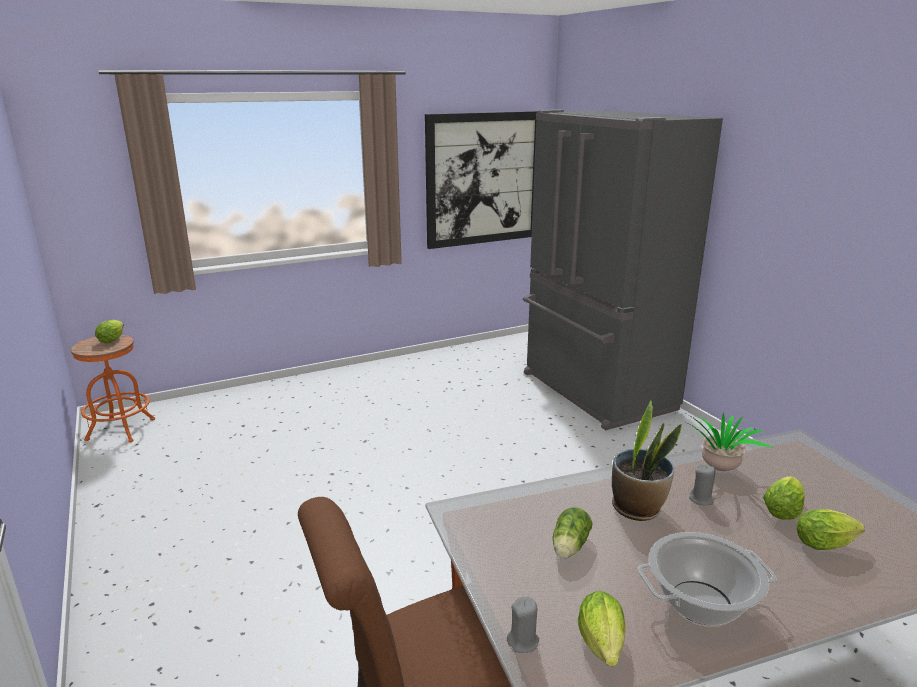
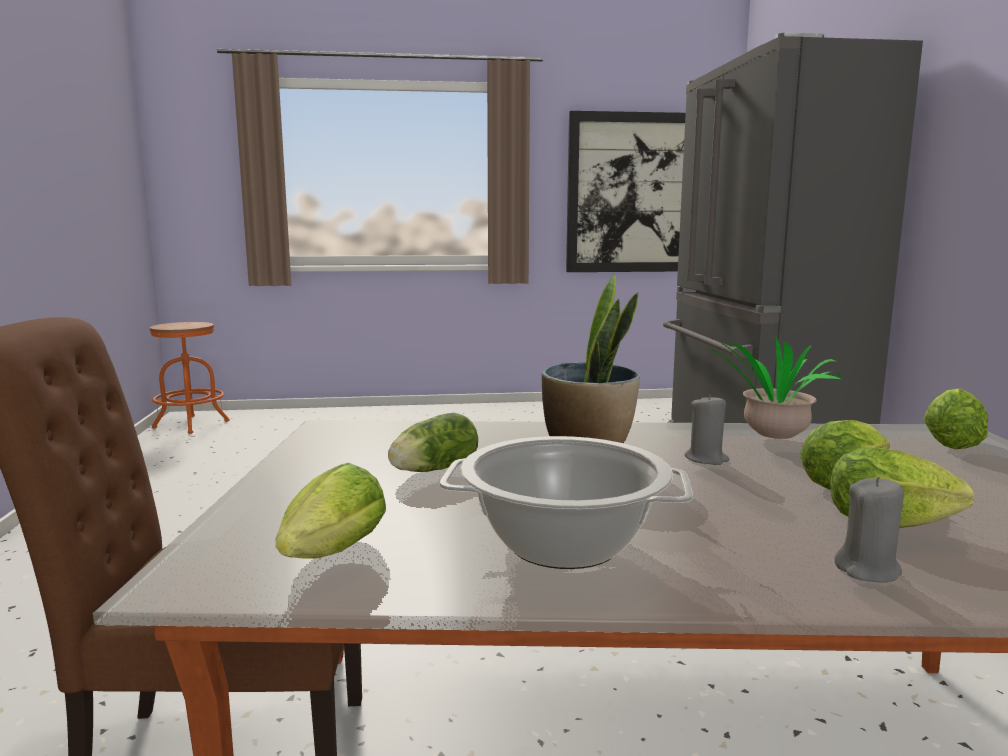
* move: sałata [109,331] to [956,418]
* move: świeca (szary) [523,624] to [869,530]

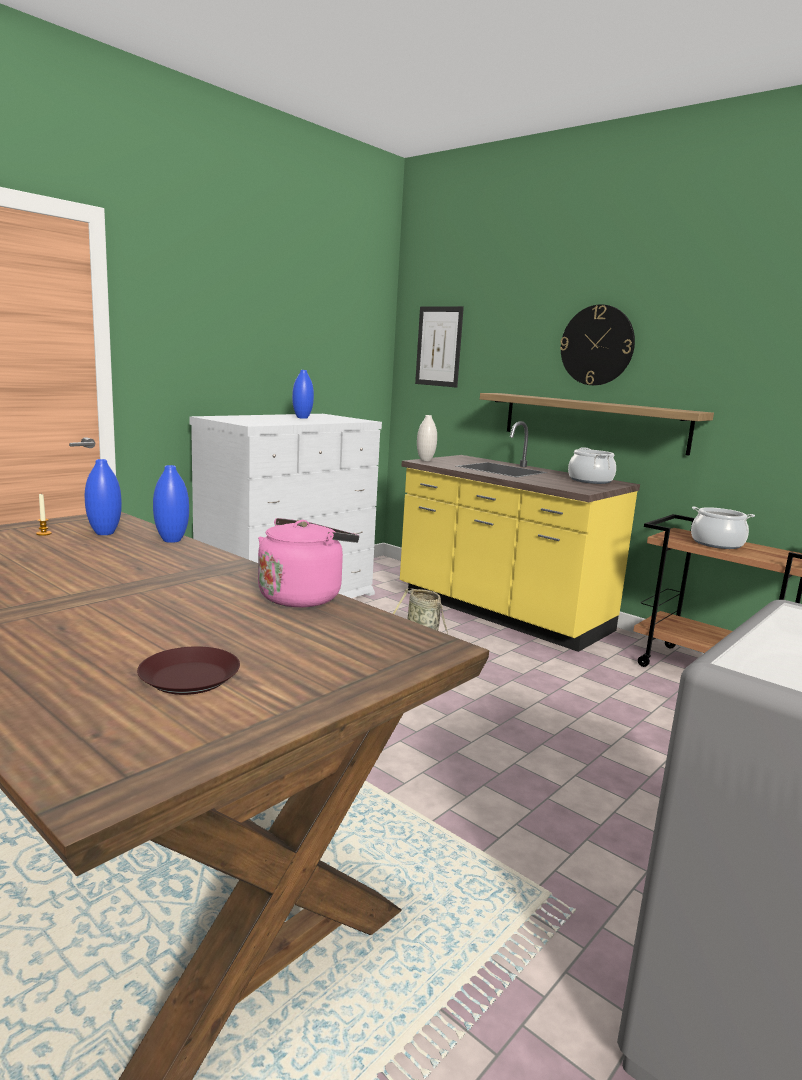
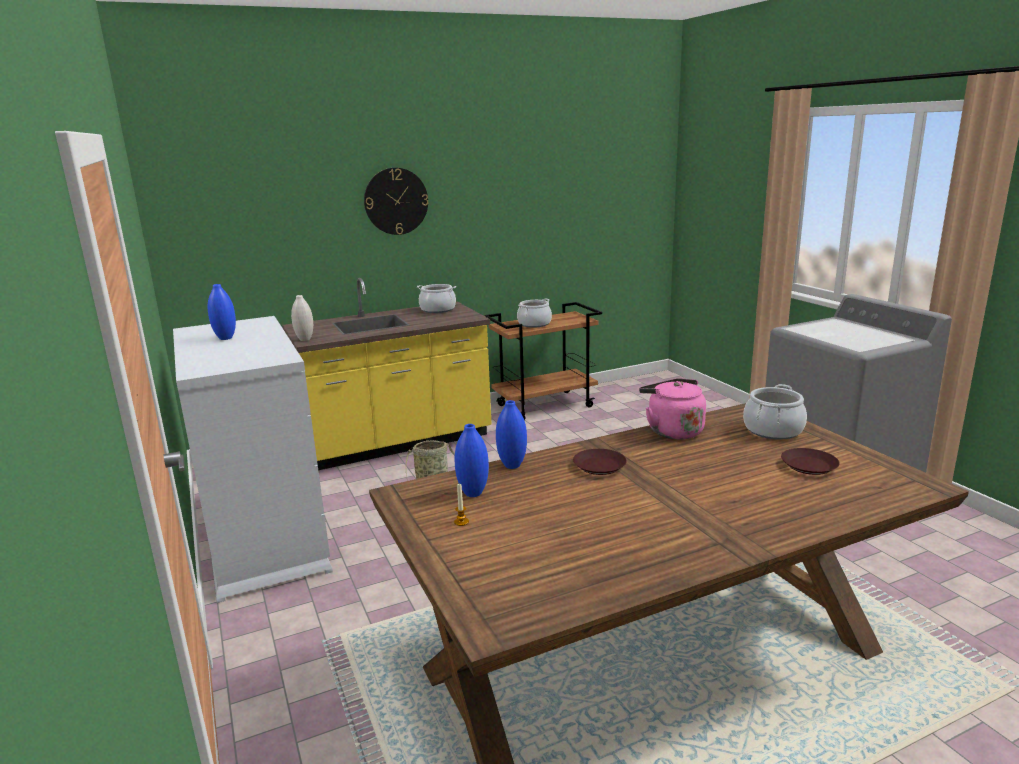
* delete: obraz [439,347]
* delete: półka [597,424]
* insert: talerz (brązowy) [600,462]
* insert: garnek [775,412]

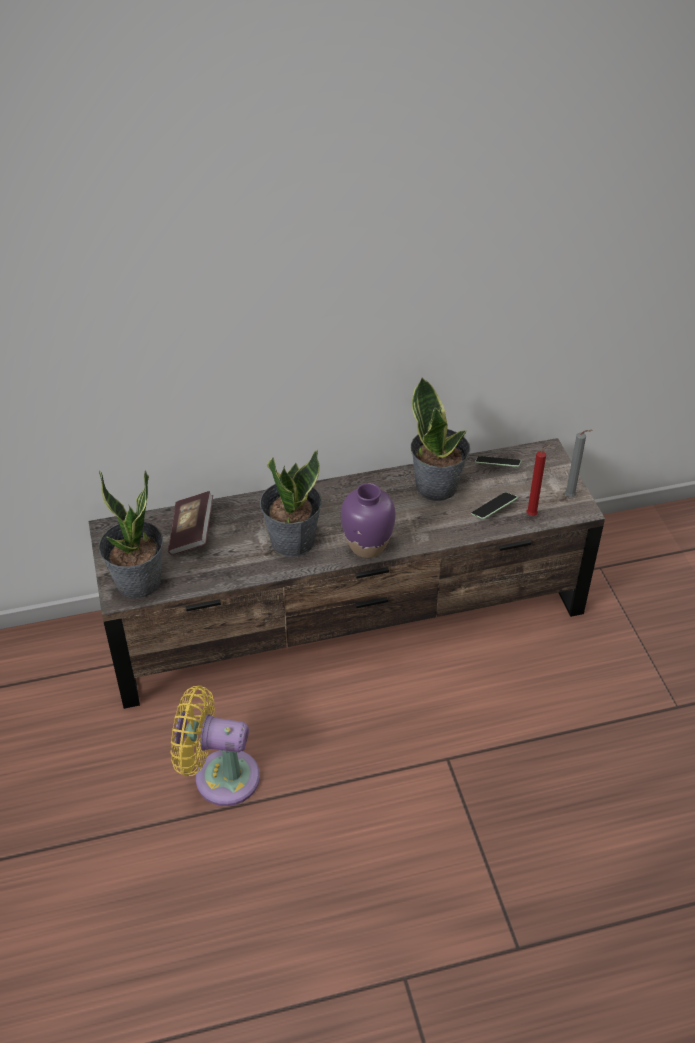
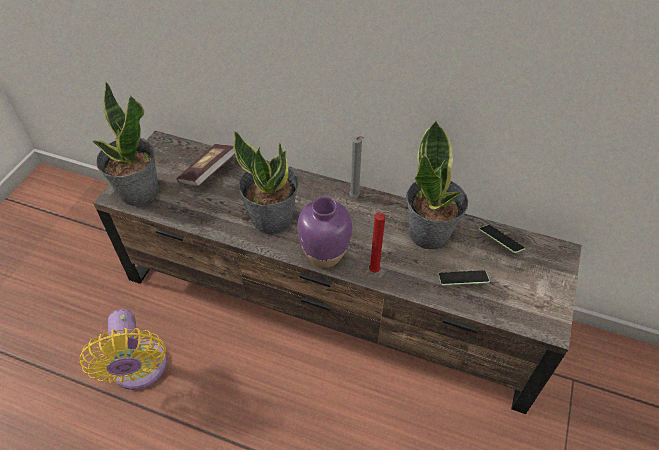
* rotate: wentylator (żółty) [215,745] = [123,349] 150 degrees counterclockwise
* move: świeca (czerwony) [539,480] to [380,242]
* move: świeca (szary) [579,463] to [356,166]

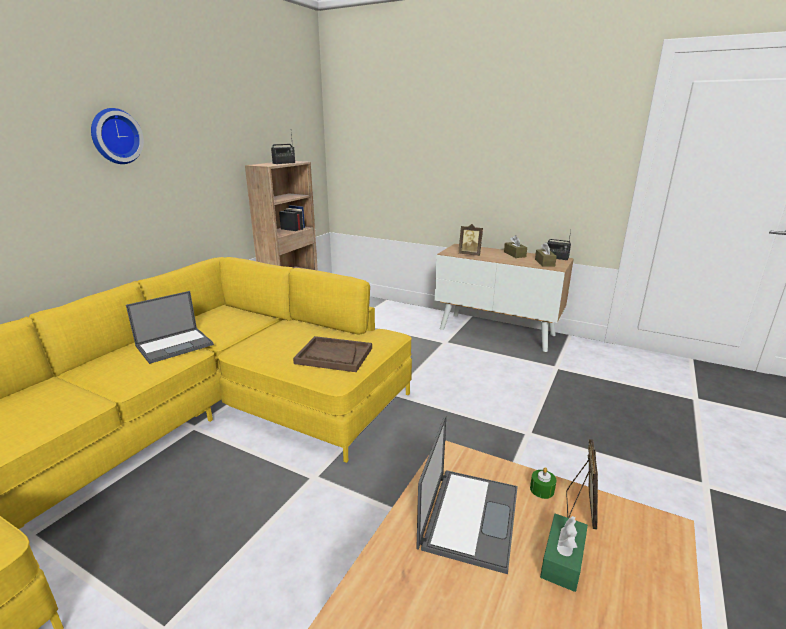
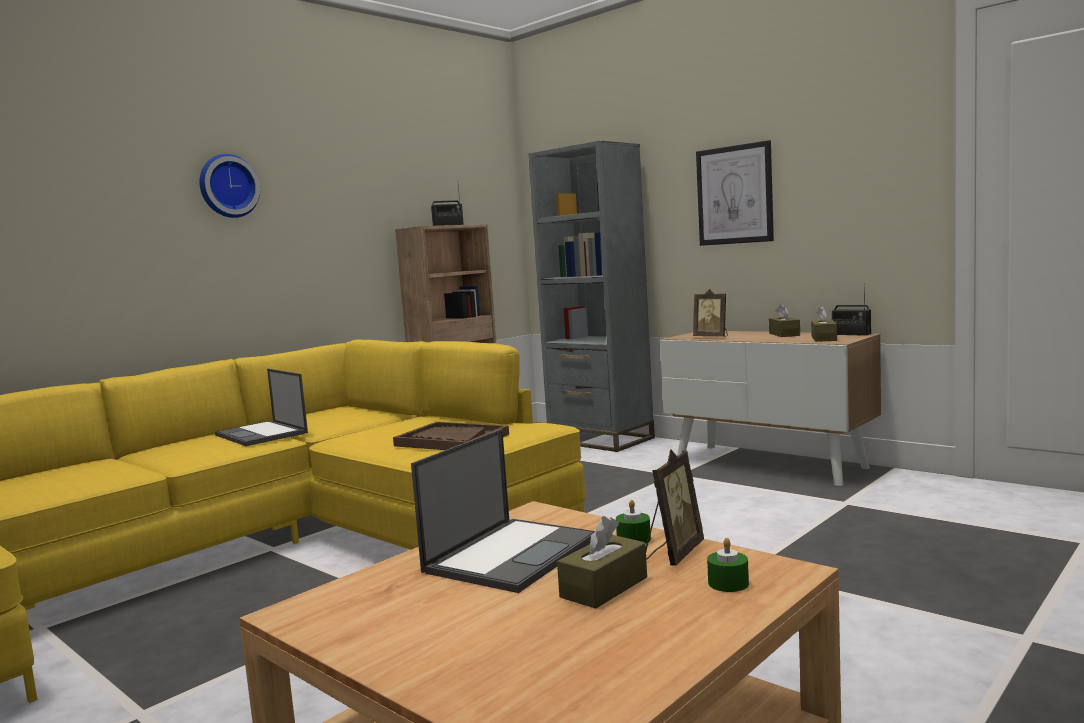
* rotate: laptop [170,327] = [261,407] 75 degrees clockwise
* recolor: pudełko chusteczek (zielony) [564,553] to pudełko chusteczek (brązowy) [602,562]
* insert: regał (szary) [591,296]
* insert: obraz [735,193]
* insert: świeca (zielony) [728,565]

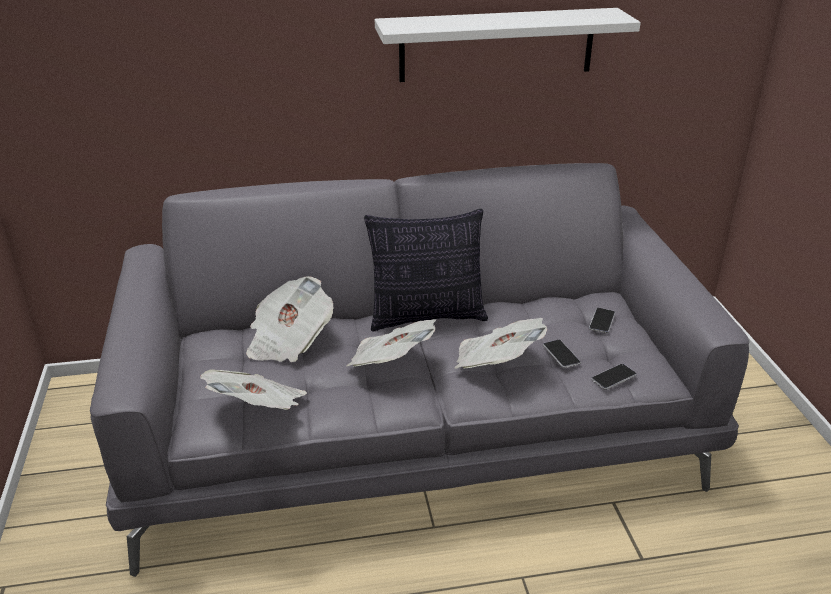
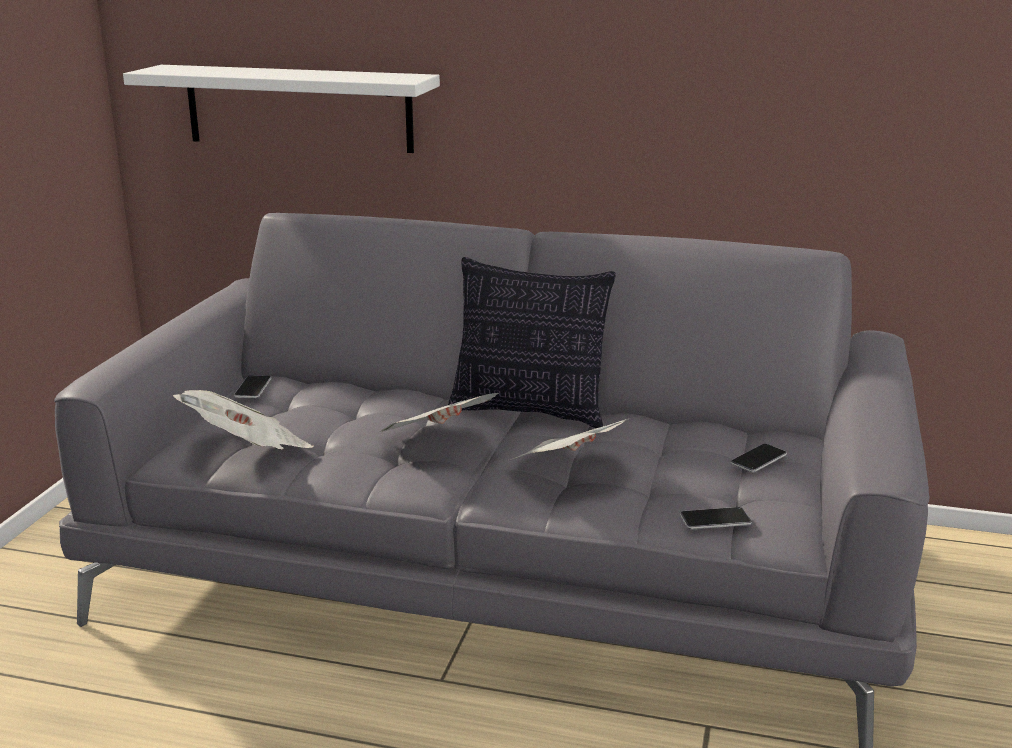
* delete: gazeta [289,319]
* move: półka (biały) [508,45] to [281,109]
* move: telefon [562,354] to [253,386]

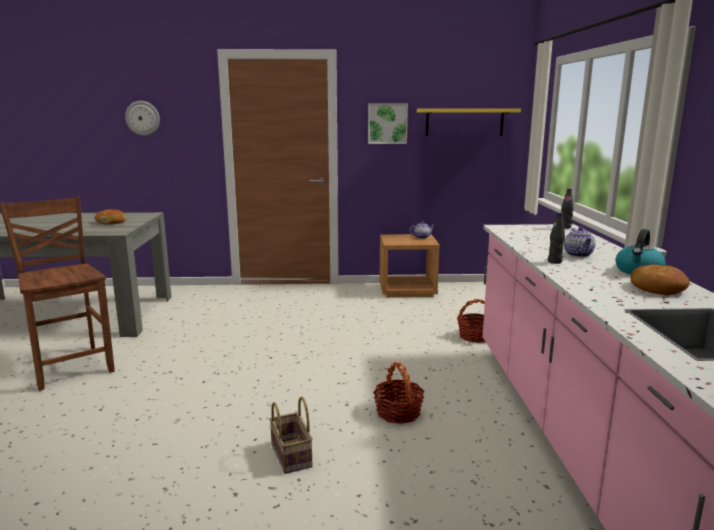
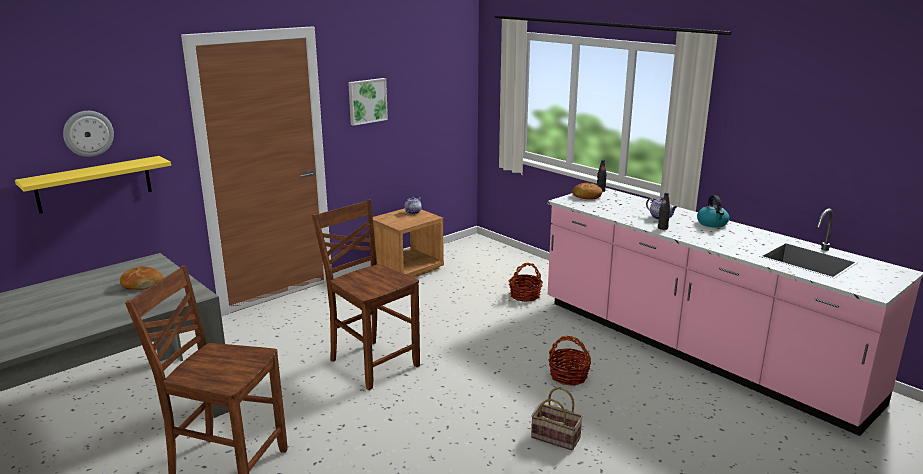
* move: półka (żółty) [469,122] to [93,185]
* move: chleb [660,279] to [587,191]
* insert: krzesło (brązowy) [366,295]

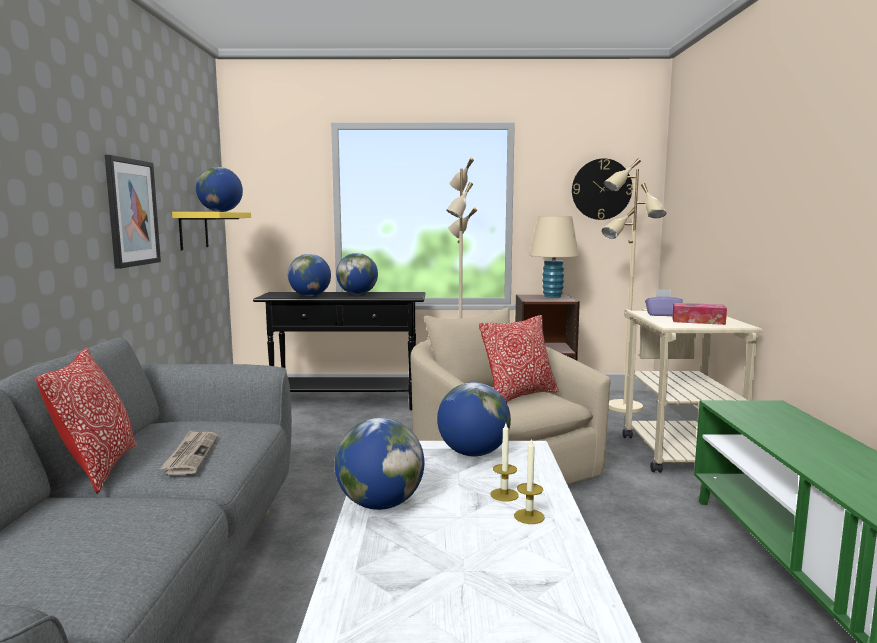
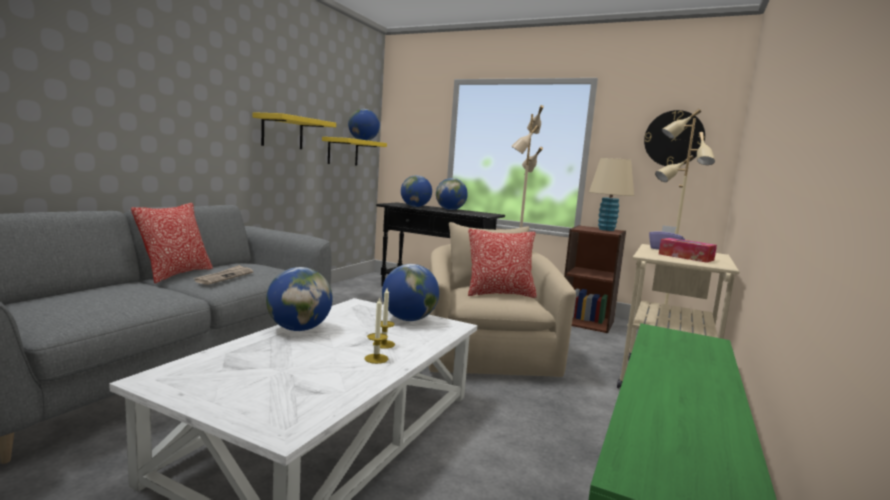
* replace: obraz [133,212] to półka (żółty) [294,130]

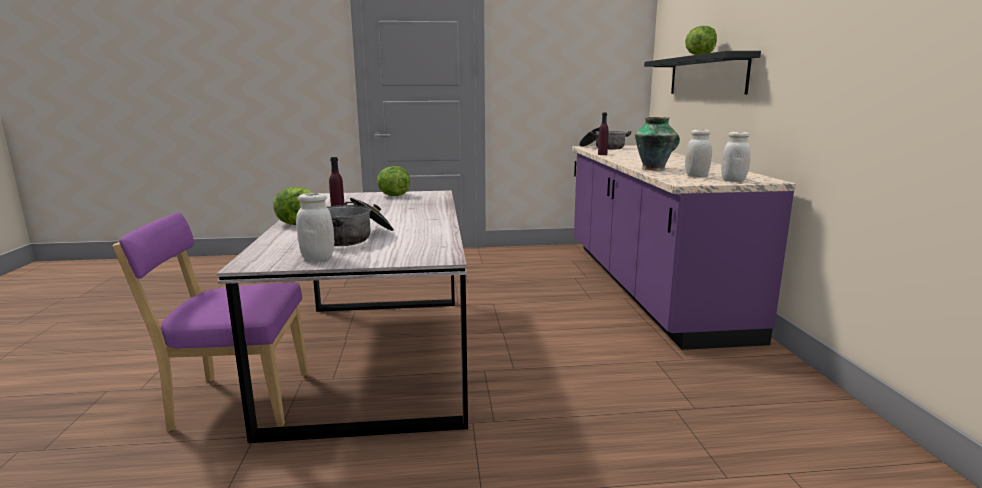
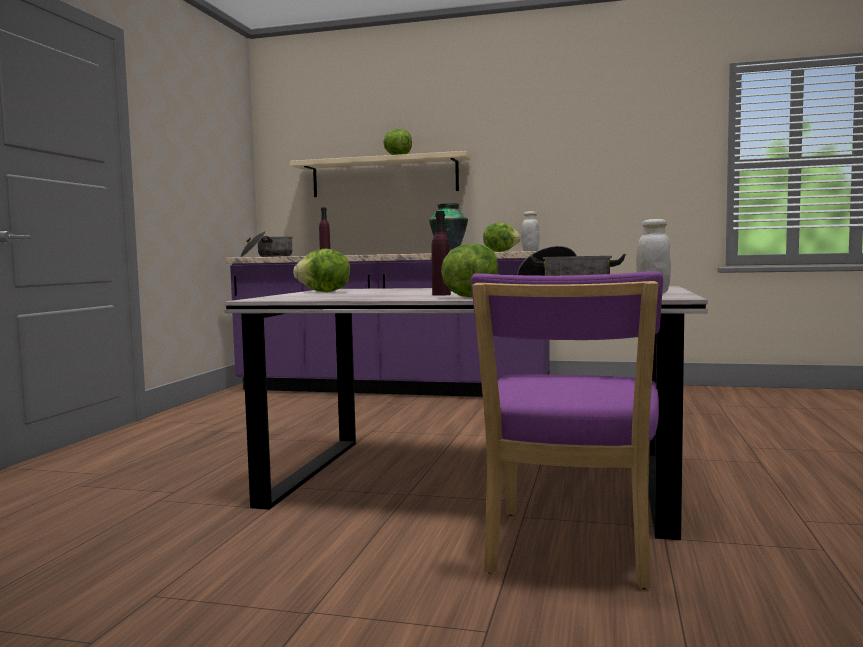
* recolor: półka (czarny) [702,73] to półka (beżowy) [380,174]
* replace: słoik (biały) [698,153] to sałata [502,237]

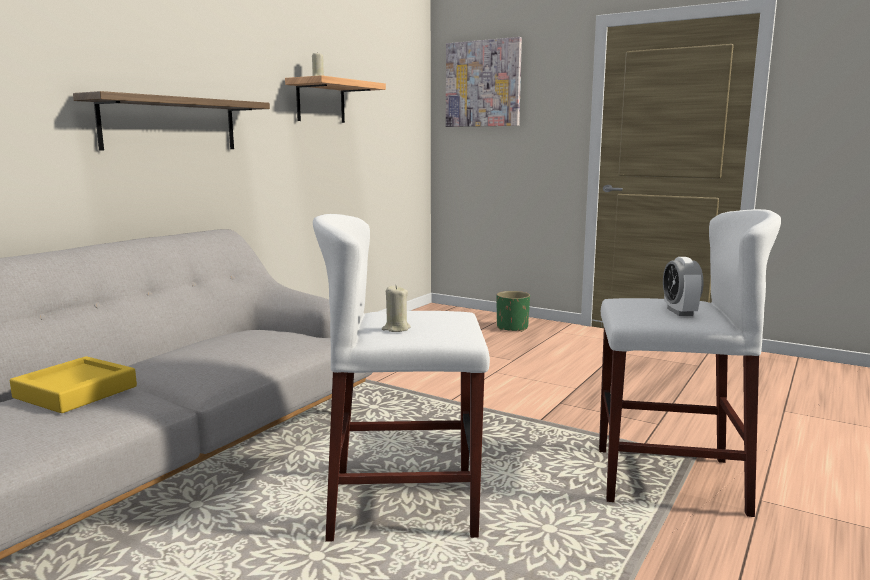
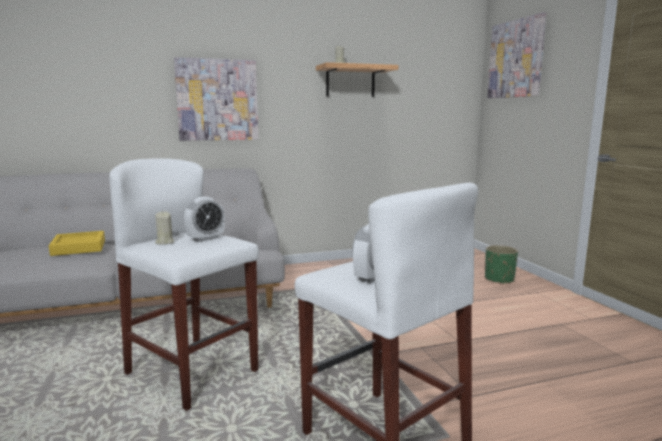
* replace: półka [171,121] to obraz [216,99]
* insert: budzik [204,219]

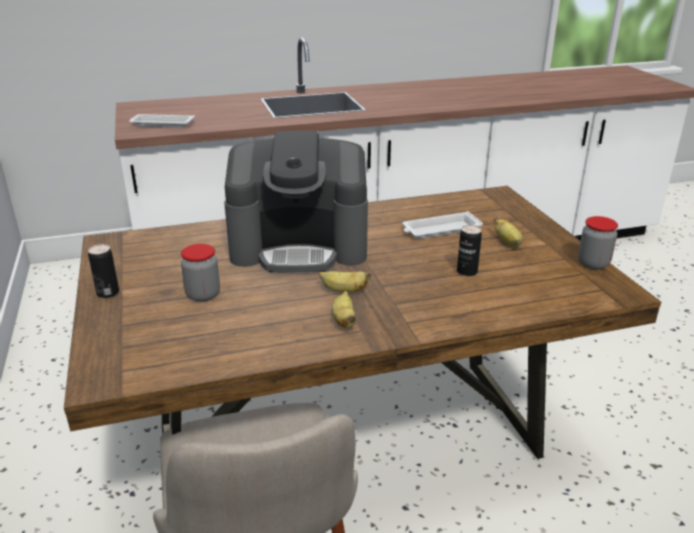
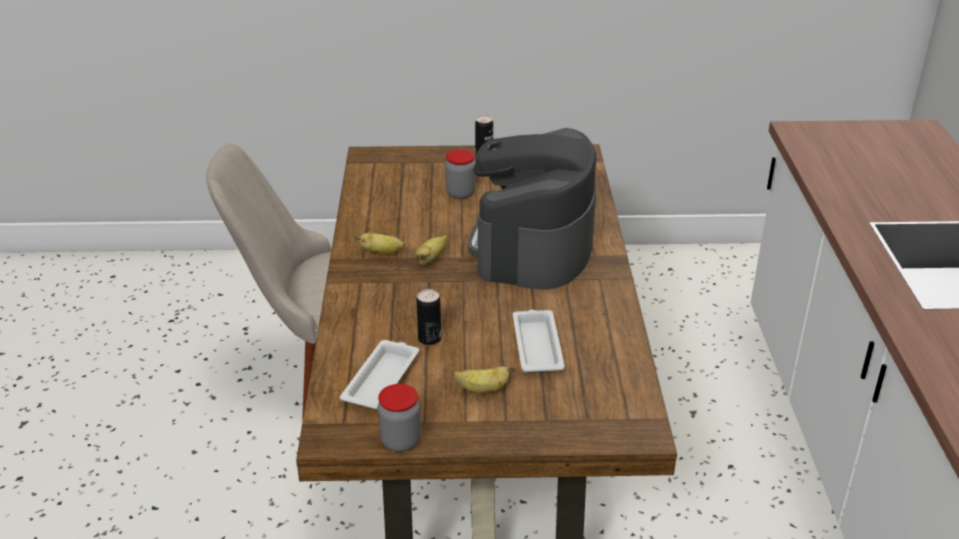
* move: taca (biały) [162,121] to [379,374]

